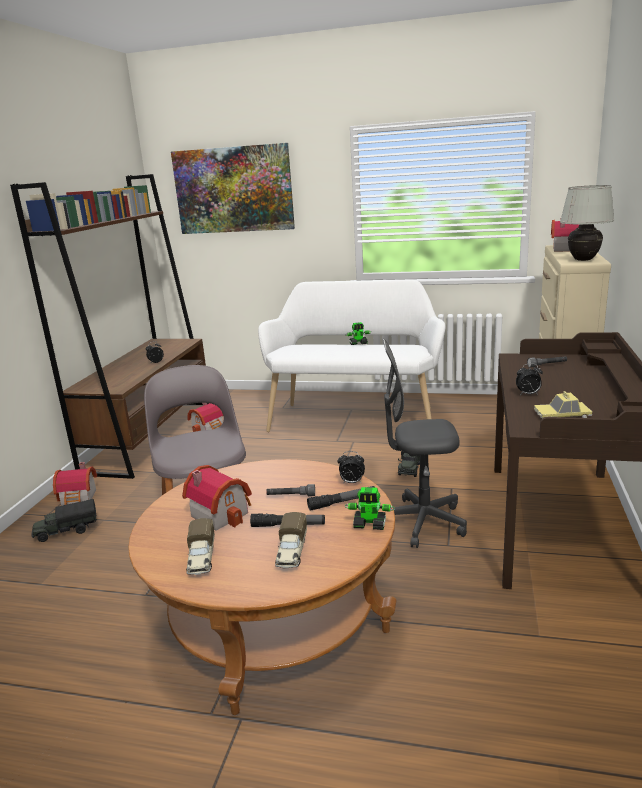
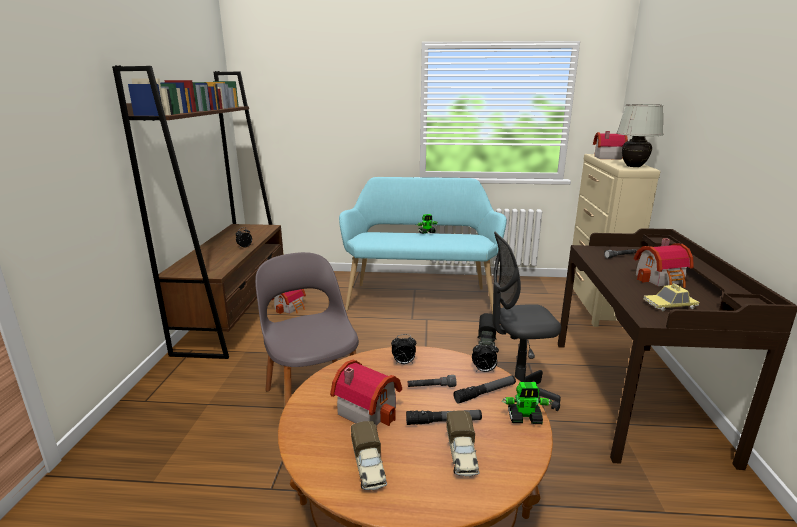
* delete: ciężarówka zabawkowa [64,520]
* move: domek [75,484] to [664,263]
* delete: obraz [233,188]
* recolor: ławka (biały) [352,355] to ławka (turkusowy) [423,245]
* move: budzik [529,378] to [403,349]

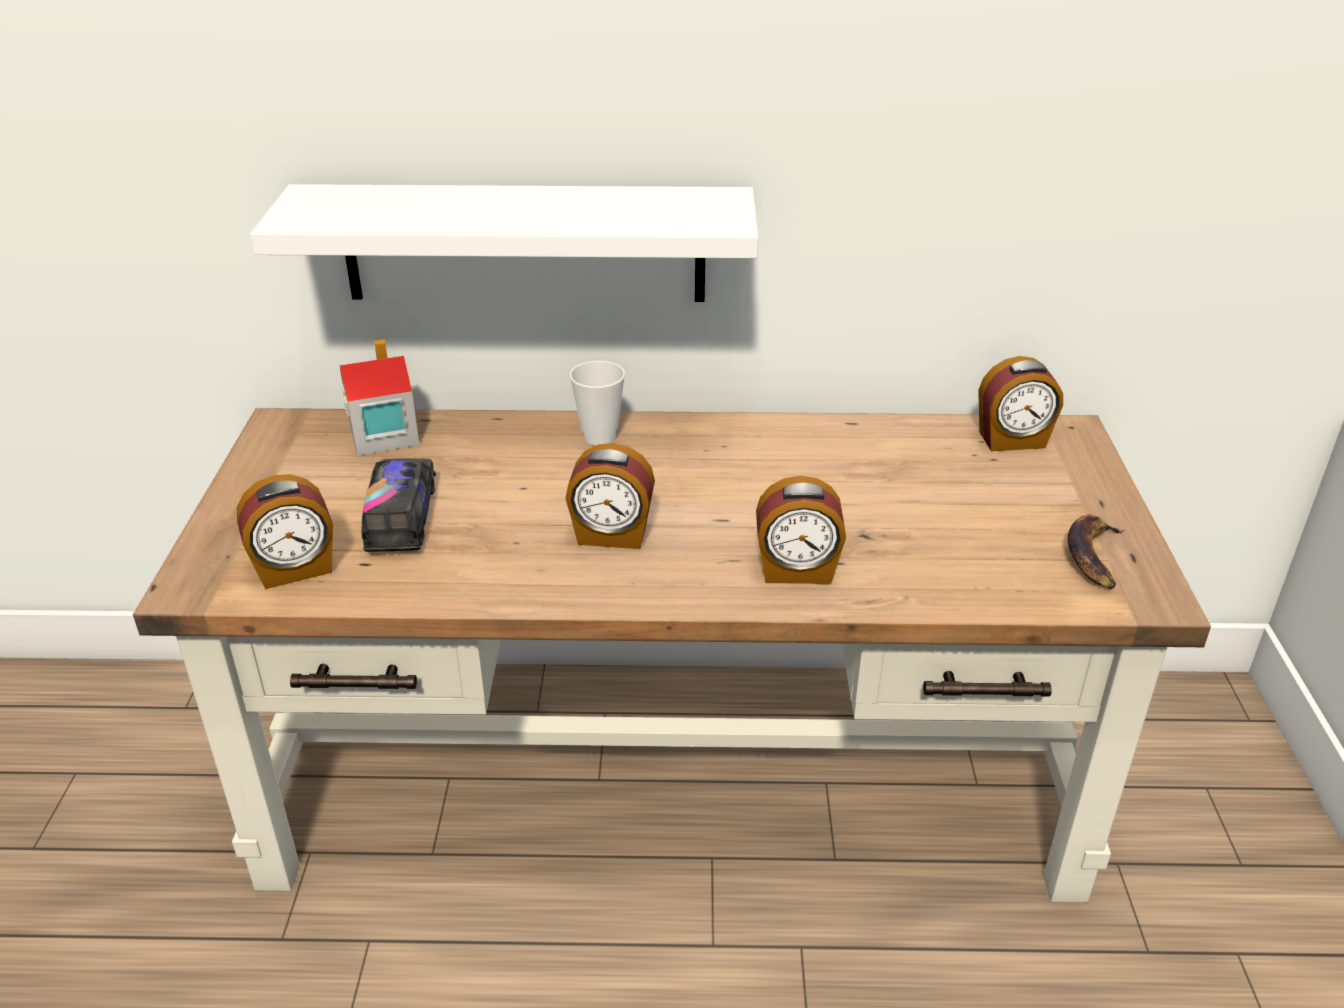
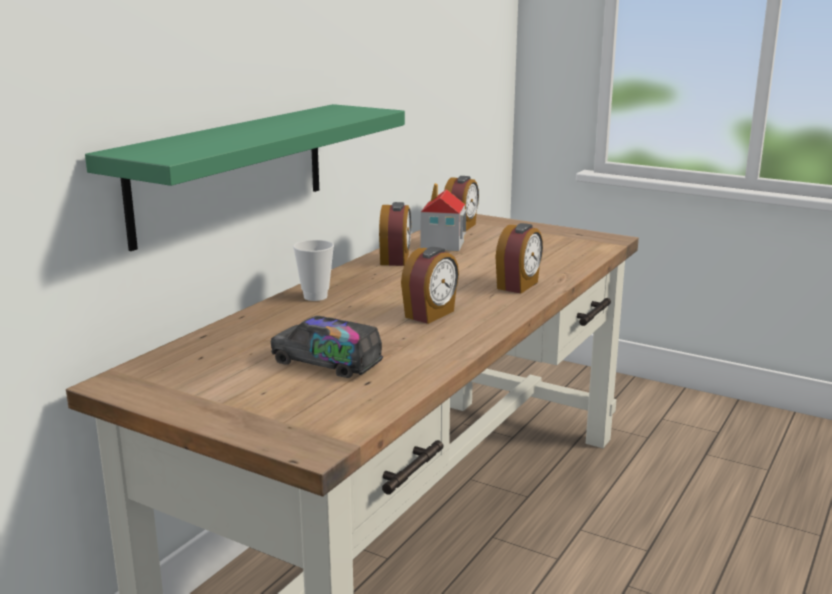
* move: budzik [285,531] to [395,234]
* recolor: półka (biały) [504,243] to półka (zielony) [245,177]
* move: domek [380,397] to [443,217]
* delete: banan [1096,552]

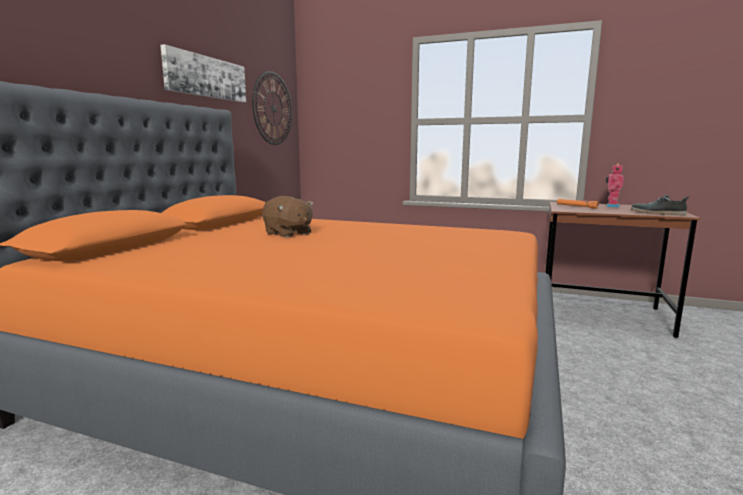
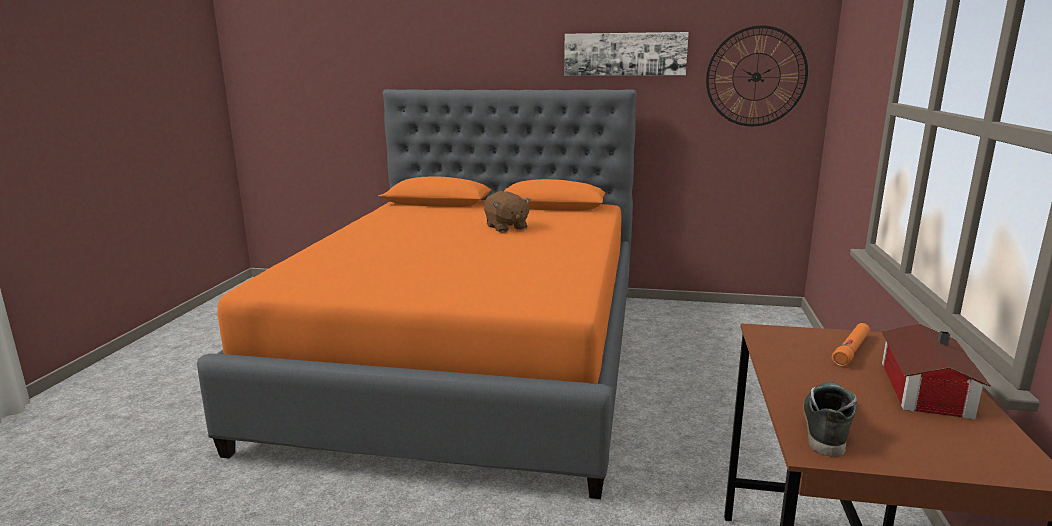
* rotate: pluszak (brązowy) [287,217] = [507,211] 60 degrees counterclockwise
* replace: robot zabawkowy [615,185] to domek [936,371]

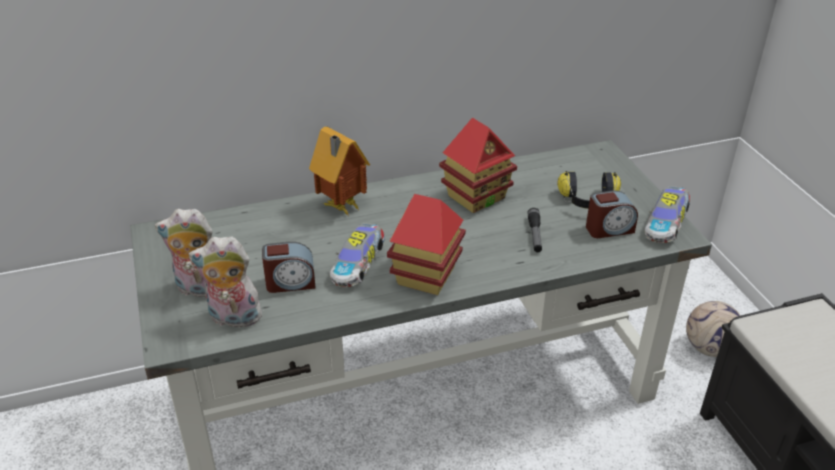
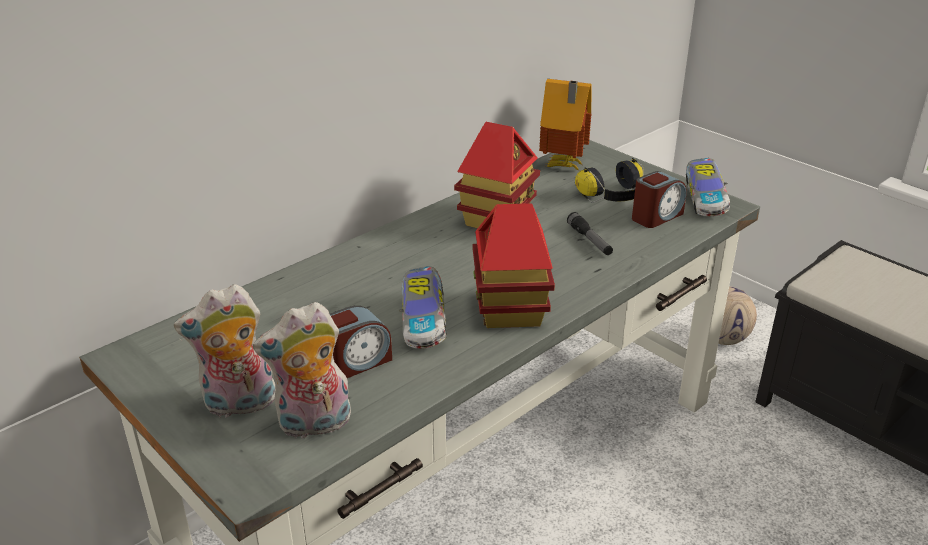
* move: domek [339,171] to [565,124]

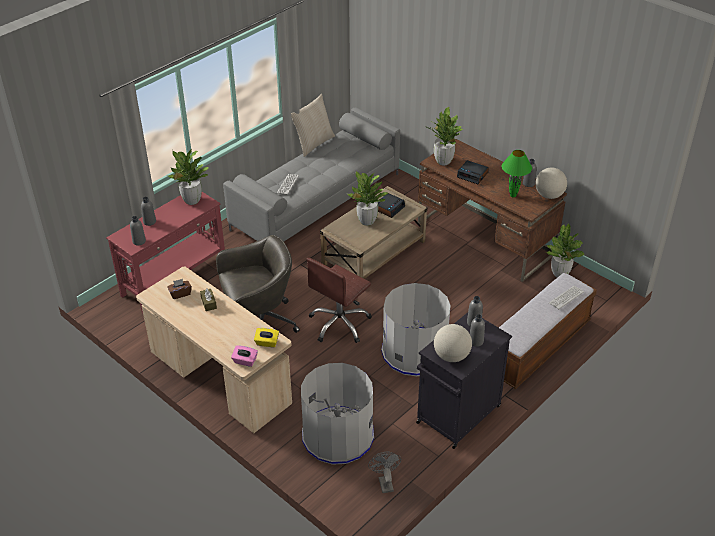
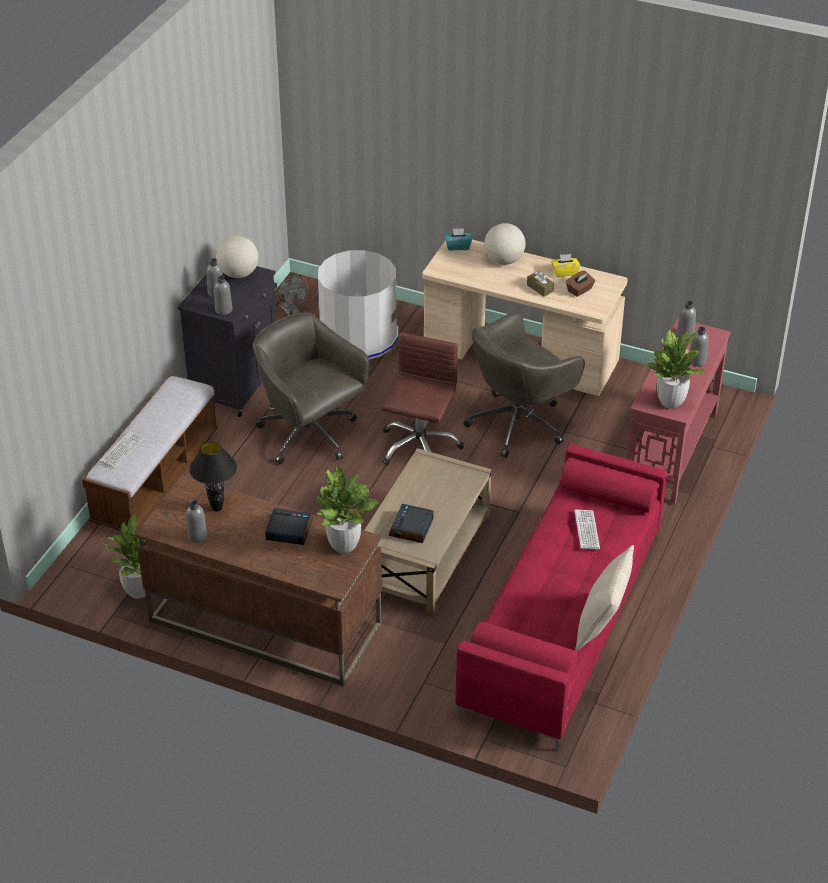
* recolor: kanapa (szary) [311,174] to kanapa (czerwony) [561,597]
* recolor: pudełko chusteczek (różowy) [244,356] to pudełko chusteczek (turkusowy) [458,240]
* move: pudełko chusteczek (żółty) [266,337] to [565,265]
* delete: roślina doniczkowa [367,198]
* replace: kosz na śmieci (szary) [416,329] to krzesło biurowe (szary) [311,388]
* recolor: lampa stołowa (zielony) [517,174] to lampa stołowa (czarny) [213,477]
* move: globus [551,183] to [505,244]

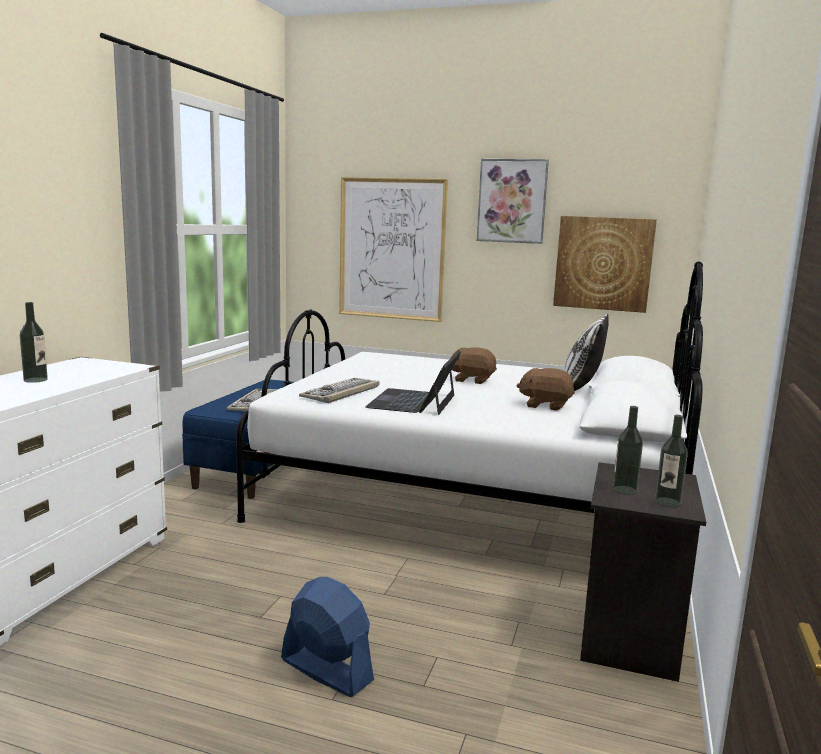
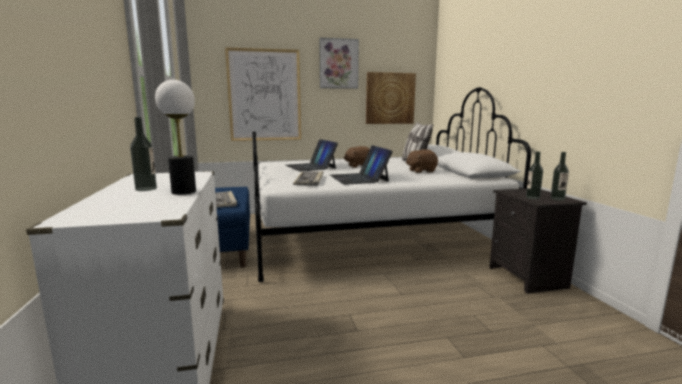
* delete: wentylator (niebieski) [327,637]
* insert: lampa stołowa [175,137]
* insert: laptop [311,155]

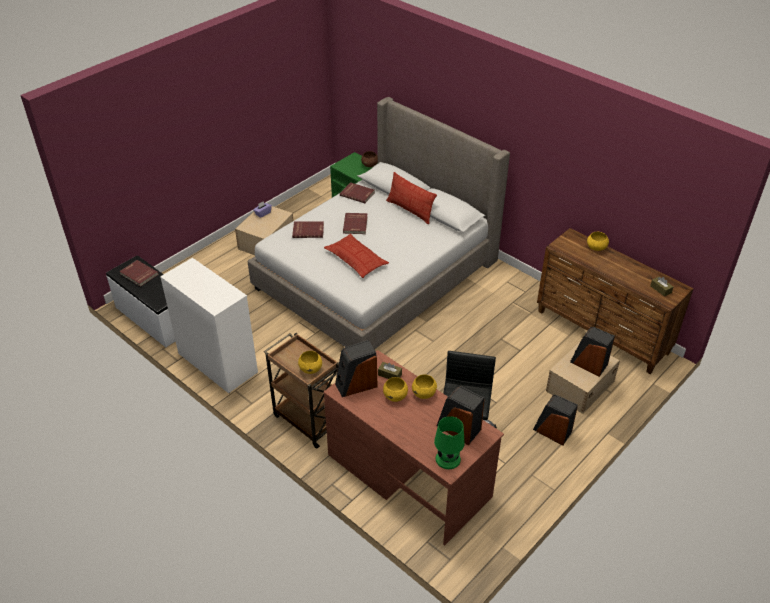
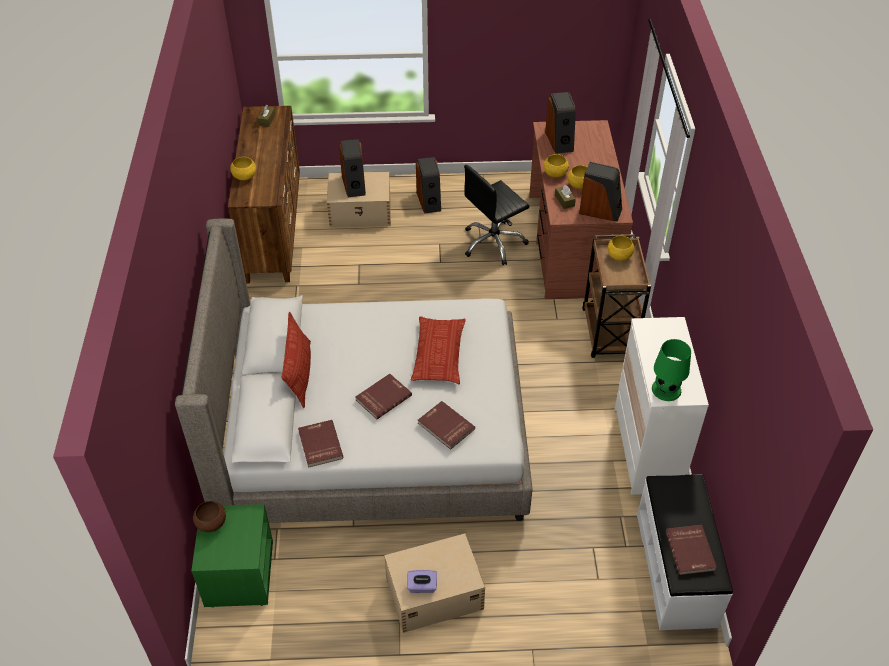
* move: lampa stołowa (zielony) [449,442] to [671,370]

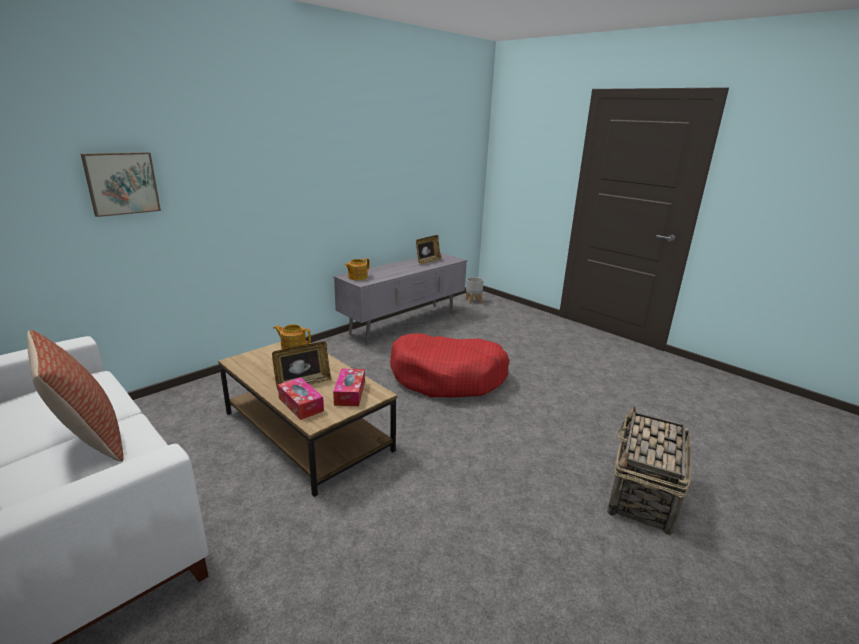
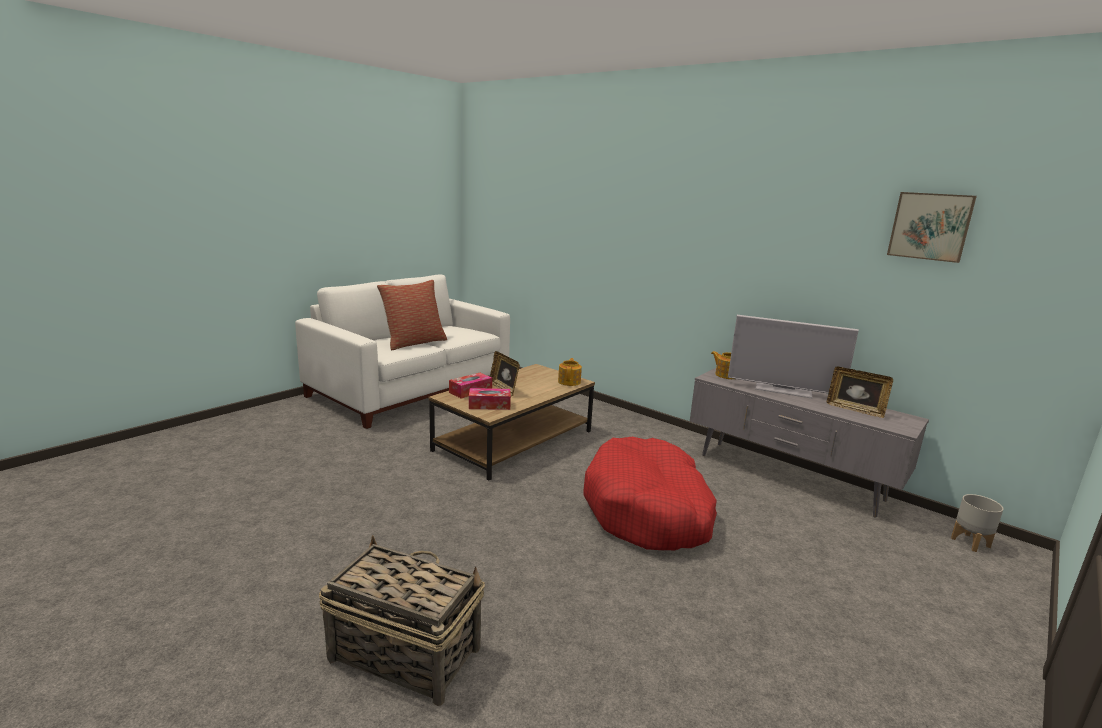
* move: obraz [121,184] to [932,227]
* insert: telewizor [793,356]

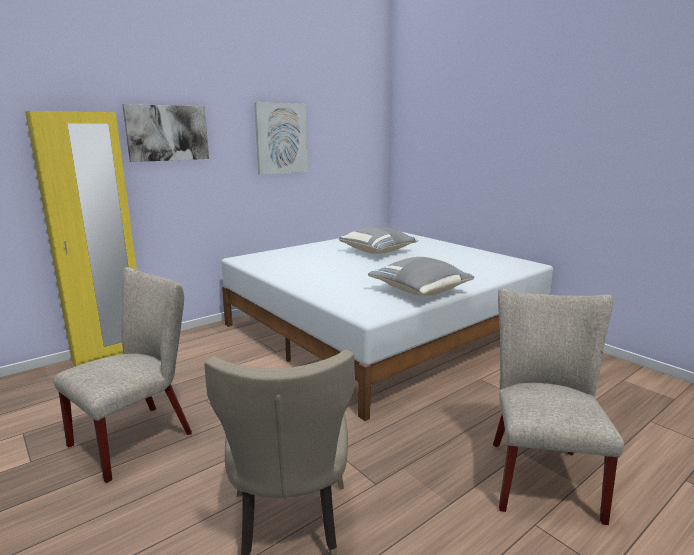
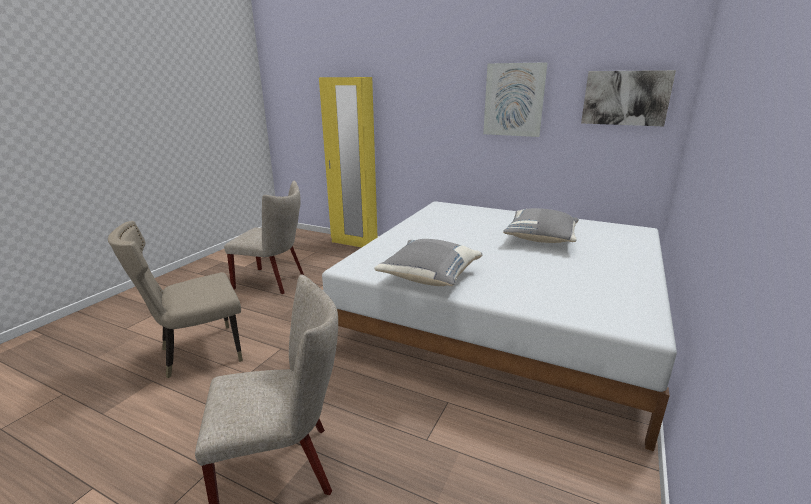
* move: obraz [165,133] to [628,98]

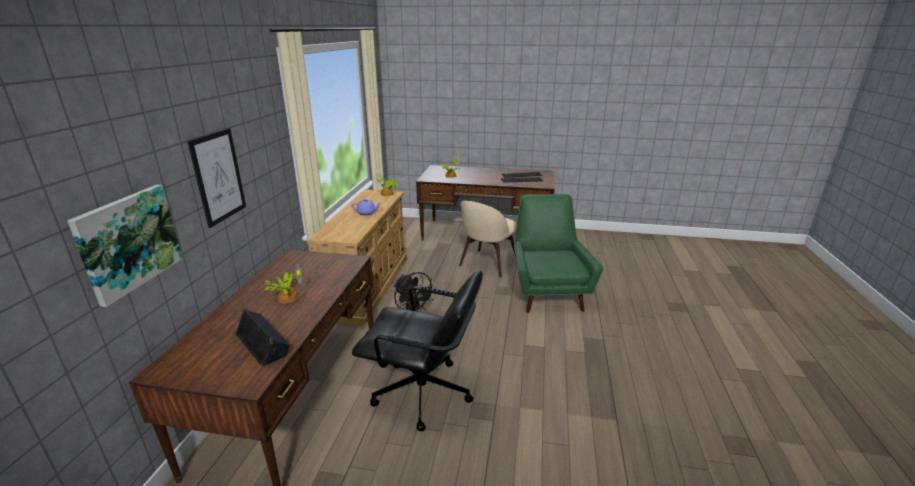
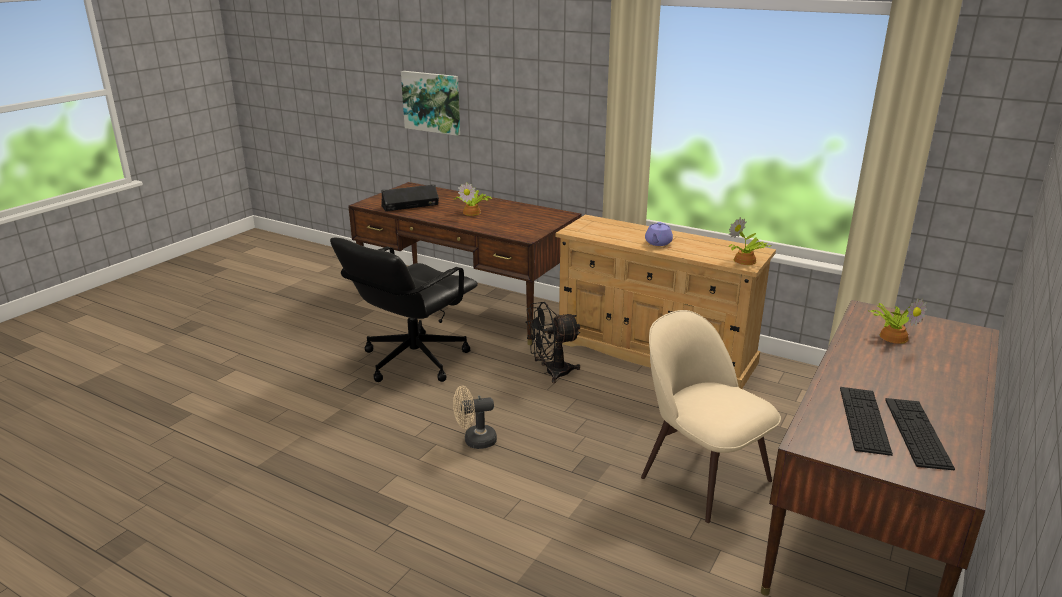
* delete: obraz [216,178]
* delete: fotel (zielony) [558,253]
* insert: wentylator (beżowy) [475,417]

